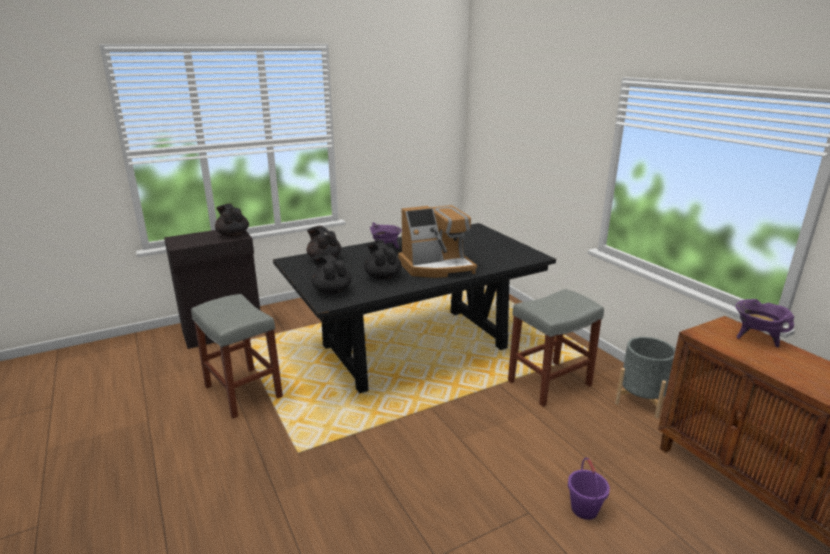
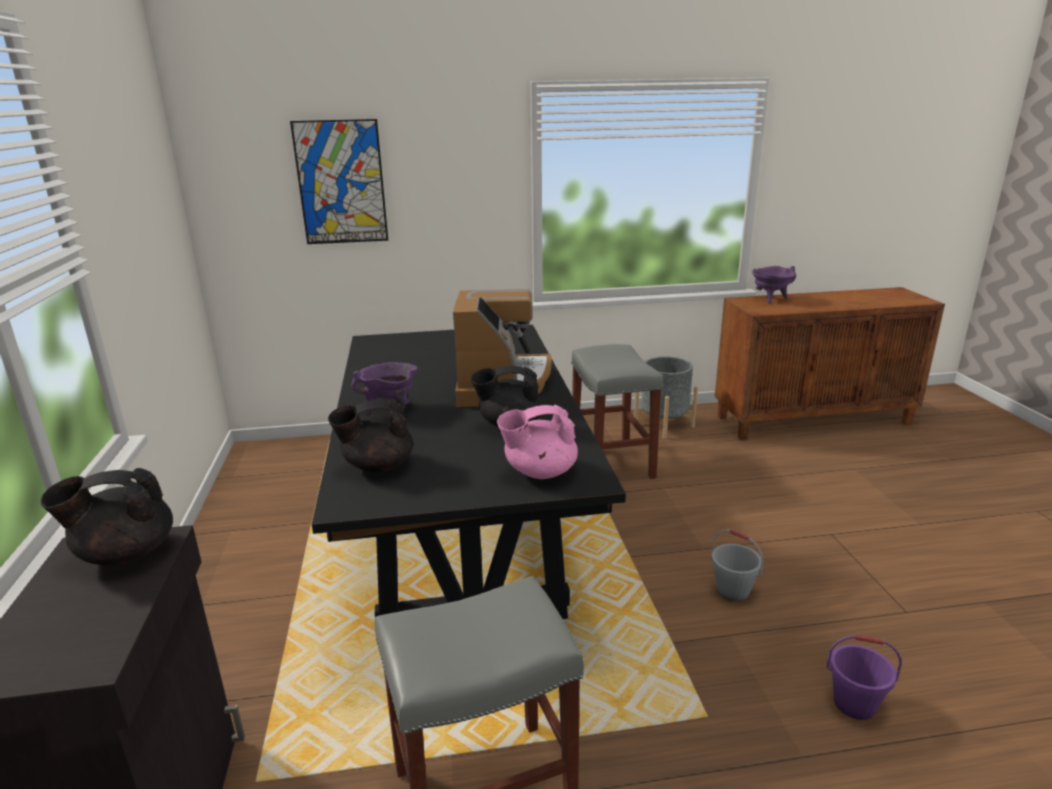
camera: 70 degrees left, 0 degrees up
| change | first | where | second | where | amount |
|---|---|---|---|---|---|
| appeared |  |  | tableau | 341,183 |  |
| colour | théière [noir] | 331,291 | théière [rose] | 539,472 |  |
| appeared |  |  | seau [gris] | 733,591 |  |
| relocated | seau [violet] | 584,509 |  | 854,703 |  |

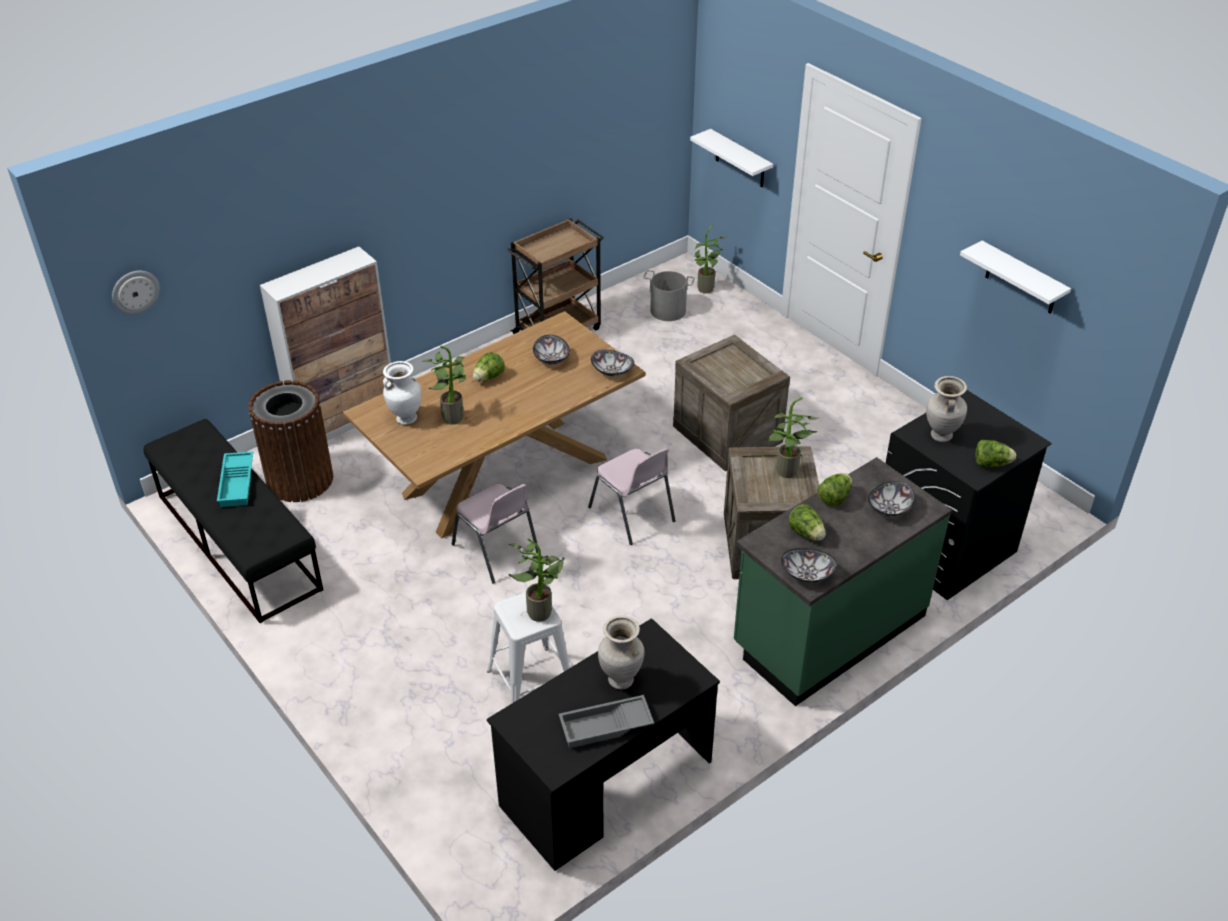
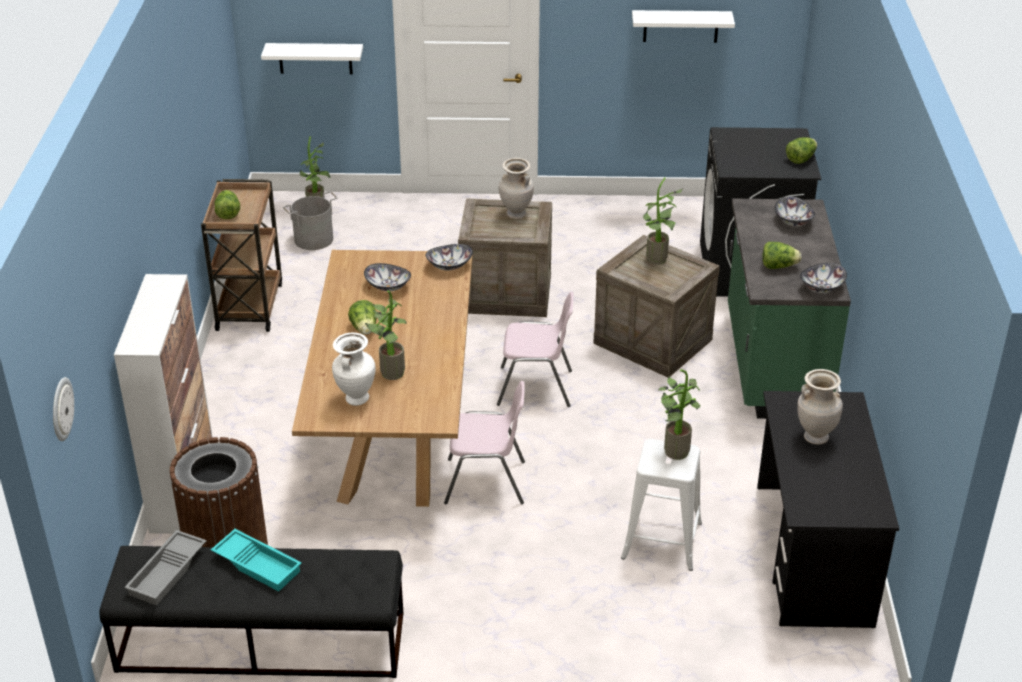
camera: 50 degrees left, 5 degrees down
| change | first | where | second | where | amount |
|---|---|---|---|---|---|
| relocated | plateau [gris] | 605,727 |  | 168,573 |  |
| relocated | laitue | 834,498 |  | 228,213 |  |
| relocated | vase [beige] | 940,436 |  | 515,215 |  |

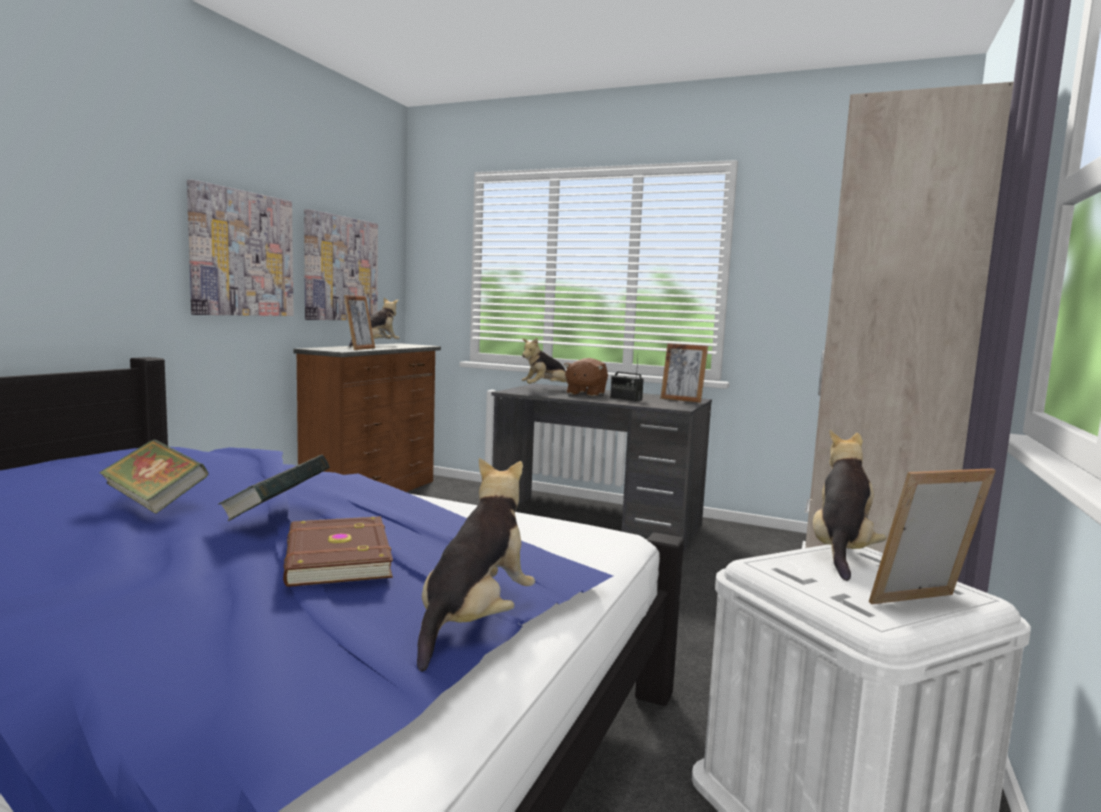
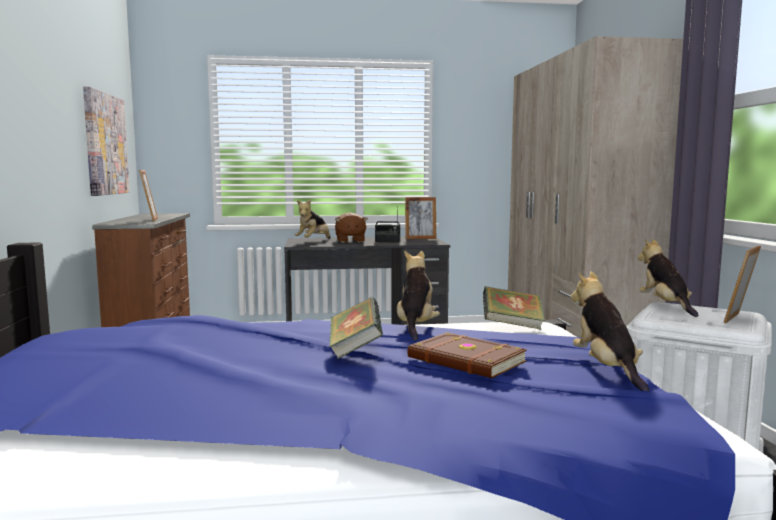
camera: 30 degrees left, 0 degrees up
| change | first | where | second | where | amount |
|---|---|---|---|---|---|
| relocated | peluche | 376,345 |  | 416,326 |  |
| relocated | livre | 155,502 |  | 512,326 |  |
| missing | tableau | 242,254 |  |  |  |

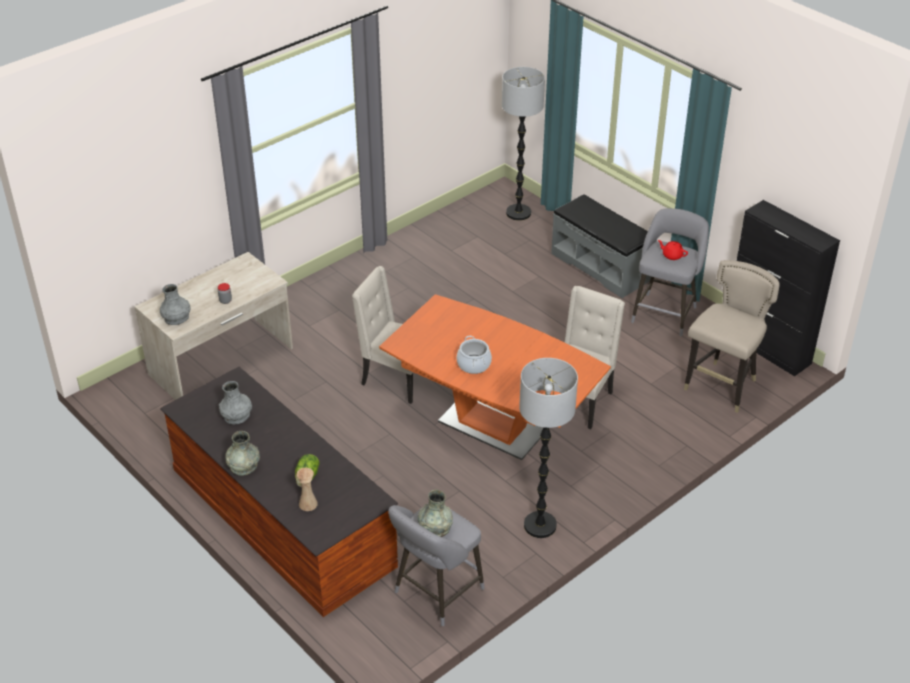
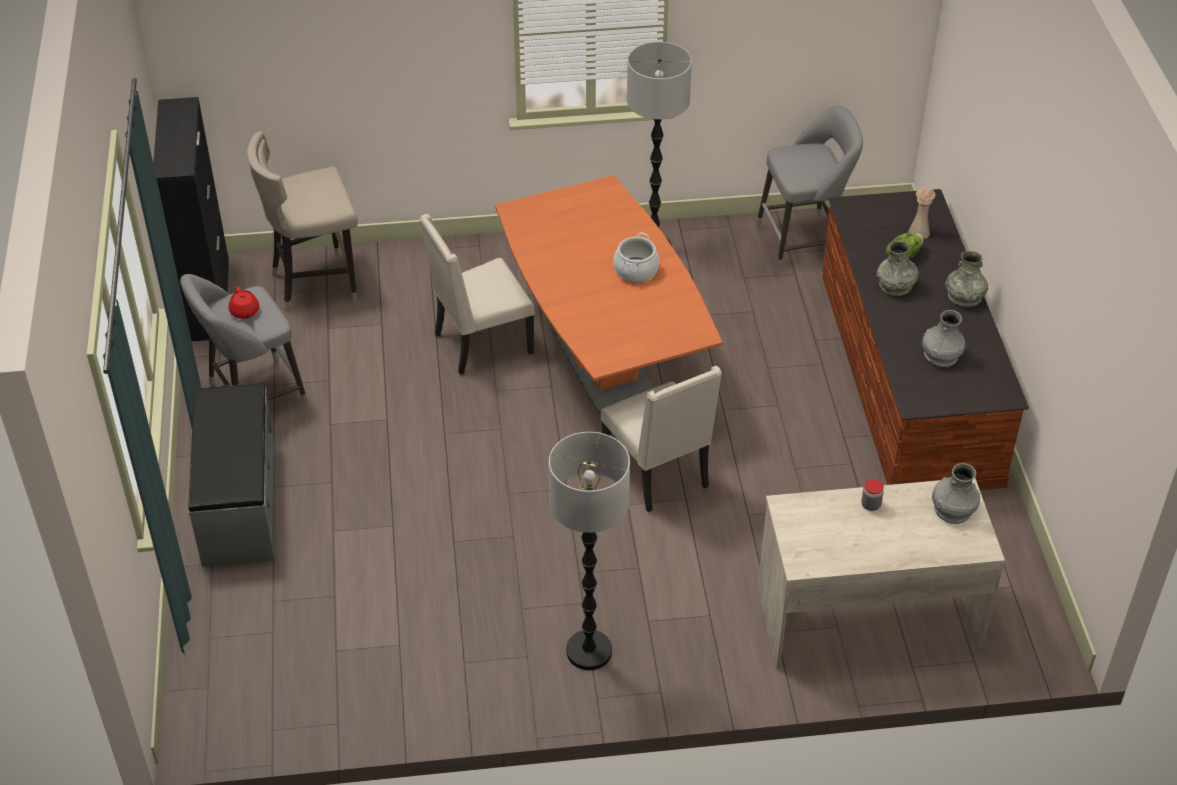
camera: 145 degrees left, 5 degrees up
| change | first | where | second | where | amount |
|---|---|---|---|---|---|
| relocated | lampadaire | 518,213 |  | 589,651 |  |
| relocated | vase [gris] | 435,527 |  | 895,285 |  |

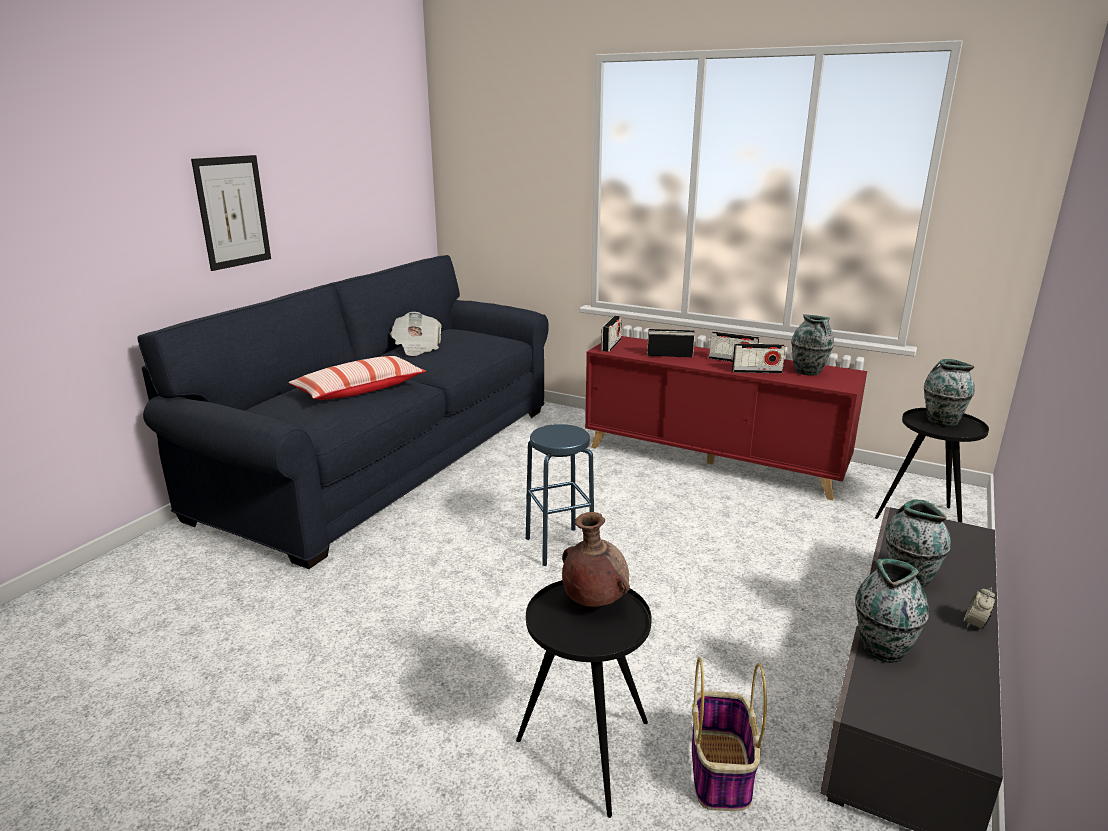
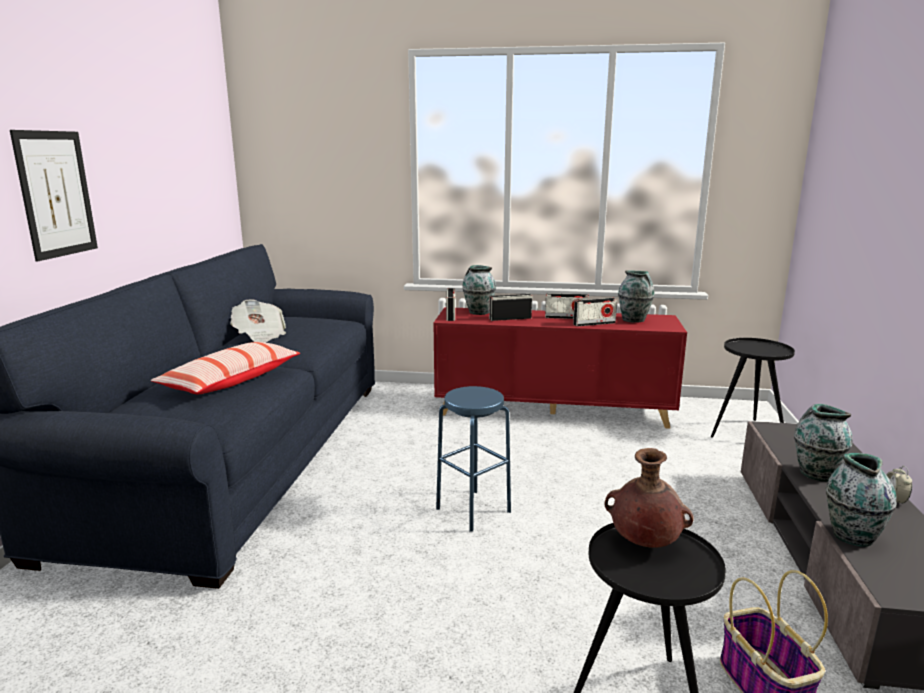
camera: 20 degrees left, 5 degrees down
| change | first | where | second | where | amount |
|---|---|---|---|---|---|
| relocated | vase | 941,421 |  | 478,312 |  |

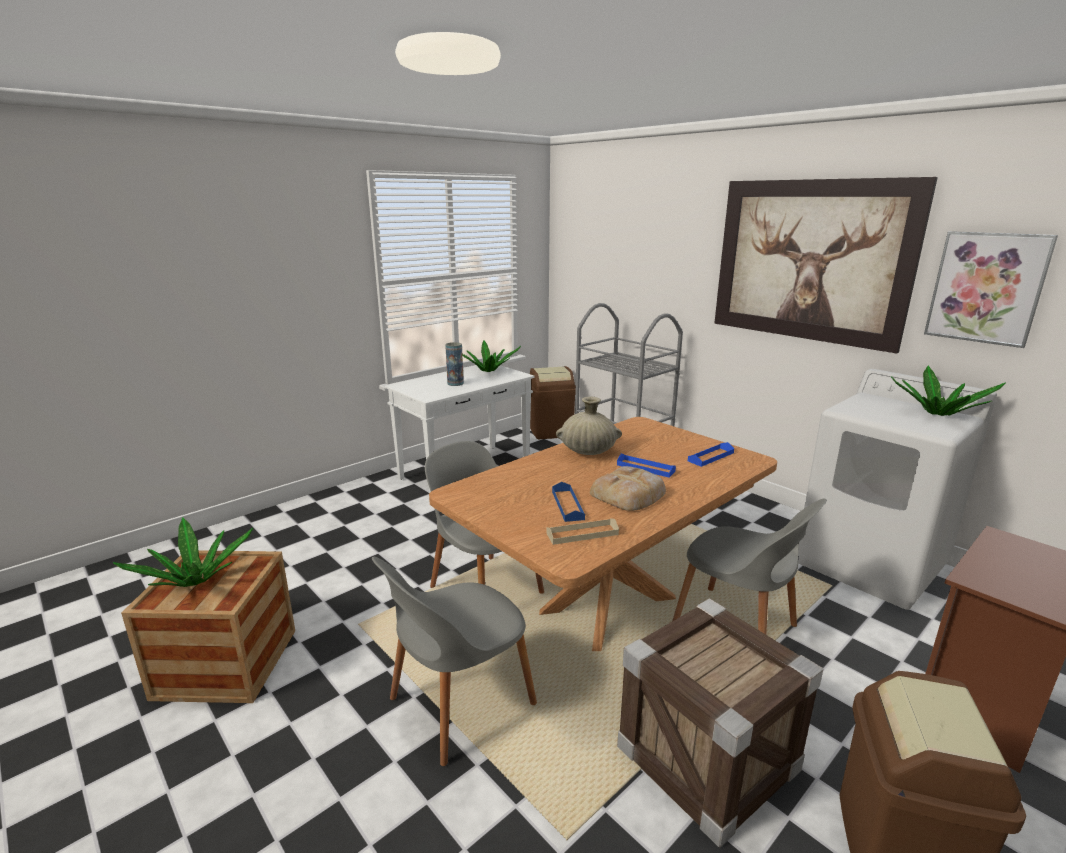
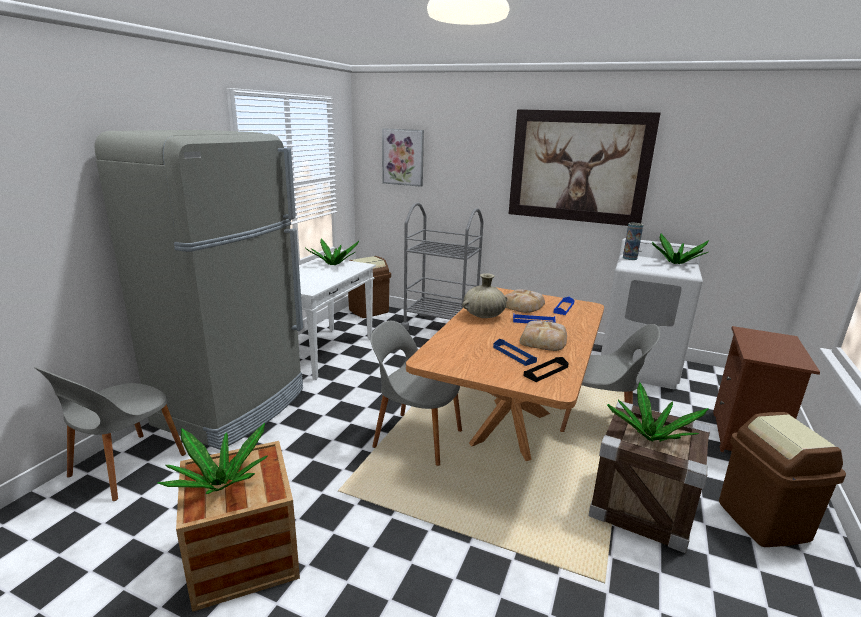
camera: 25 degrees left, 0 degrees up
| change | first | where | second | where | amount |
|---|---|---|---|---|---|
| relocated | chaise [gris] | 458,703 |  | 125,467 |  |
| appeared |  |  | réfrigérateur [gris] | 234,407 |  |
| relocated | tableau | 986,288 |  | 403,157 |  |
| appeared |  |  | pain | 522,305 |  |
| colour | plateau [beige] | 582,534 | plateau [noir] | 546,371 |  |
| appeared |  |  | plante en pot | 651,437 |  |
| relocated | vase | 455,383 |  | 630,258 |  |

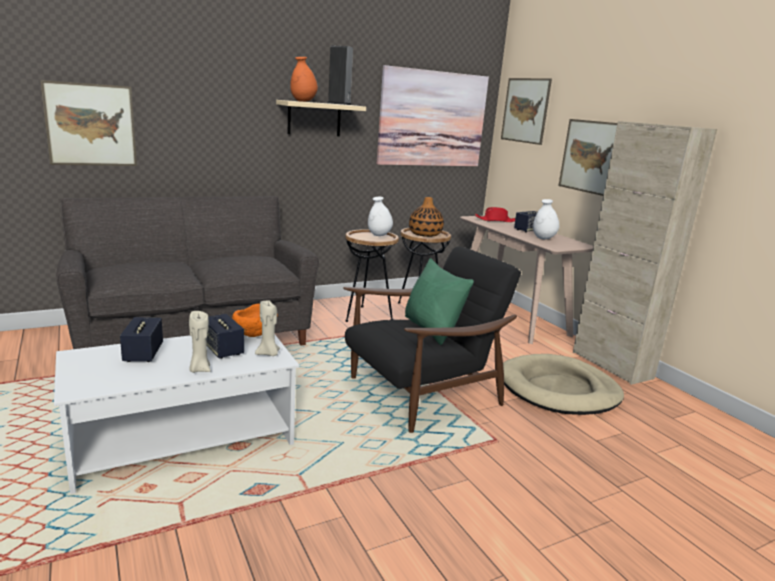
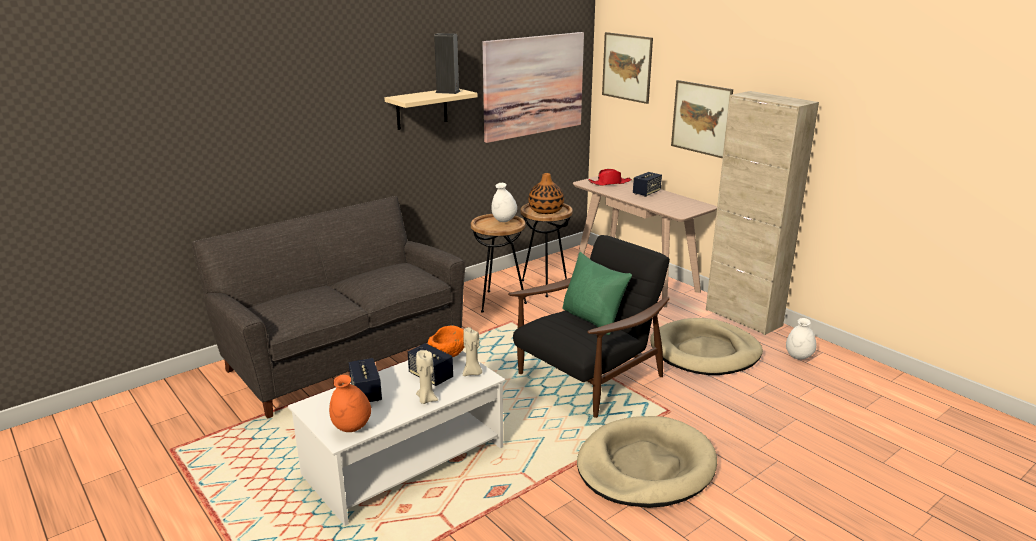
camera: 10 degrees left, 5 degrees up
| change | first | where | second | where | amount |
|---|---|---|---|---|---|
| relocated | vase [orange] | 303,101 |  | 351,428 |  |
| appeared |  |  | panier pour chien [beige] | 645,466 |  |
| relocated | vase [blanc] | 543,238 |  | 798,357 |  |
| missing | tableau | 91,125 |  |  |  |

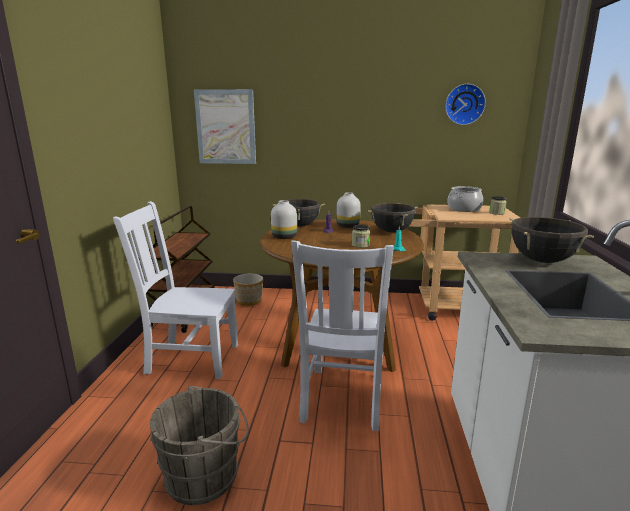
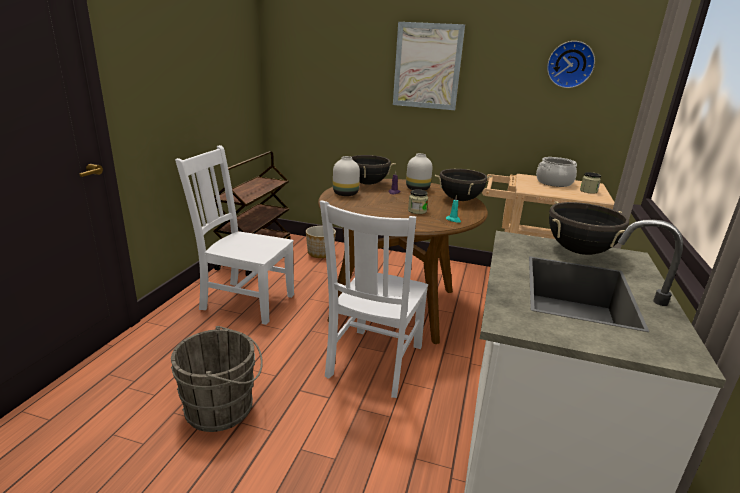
camera: 10 degrees right, 5 degrees up
| change | first | where | second | where | amount |
|---|---|---|---|---|---|
| relocated | tableau | 226,127 |  | 427,66 |  |

